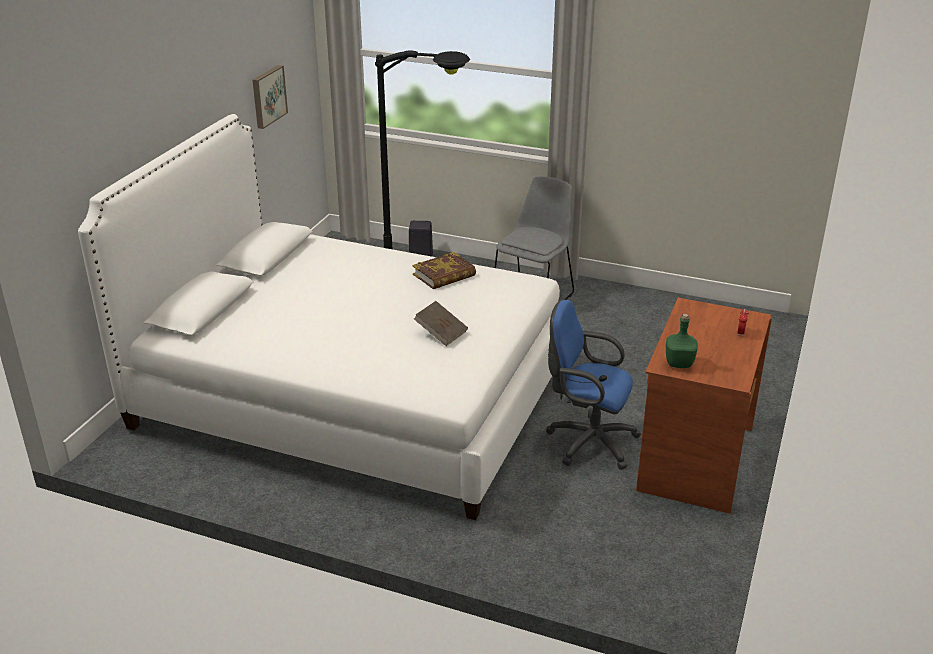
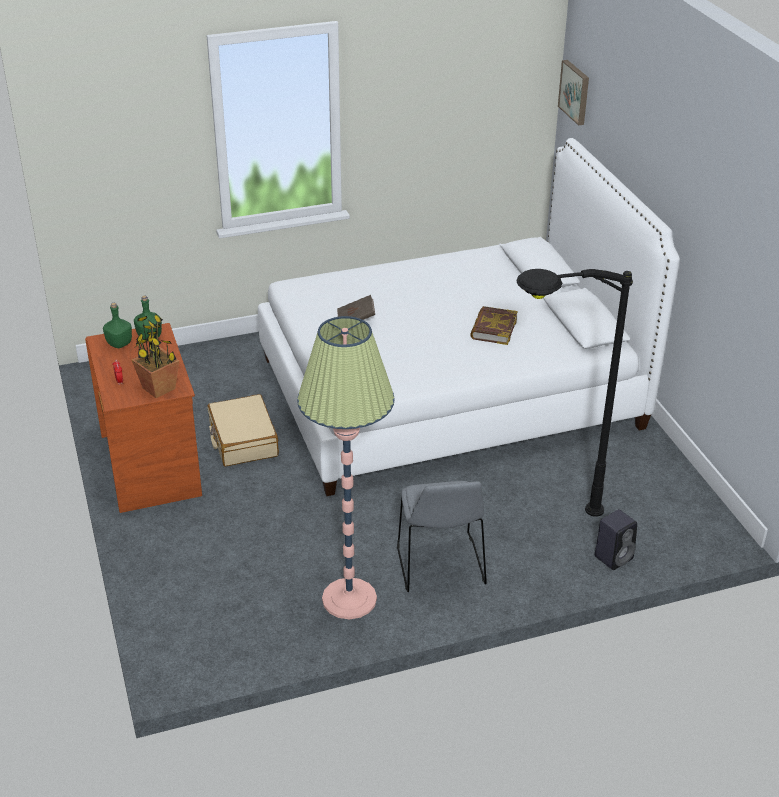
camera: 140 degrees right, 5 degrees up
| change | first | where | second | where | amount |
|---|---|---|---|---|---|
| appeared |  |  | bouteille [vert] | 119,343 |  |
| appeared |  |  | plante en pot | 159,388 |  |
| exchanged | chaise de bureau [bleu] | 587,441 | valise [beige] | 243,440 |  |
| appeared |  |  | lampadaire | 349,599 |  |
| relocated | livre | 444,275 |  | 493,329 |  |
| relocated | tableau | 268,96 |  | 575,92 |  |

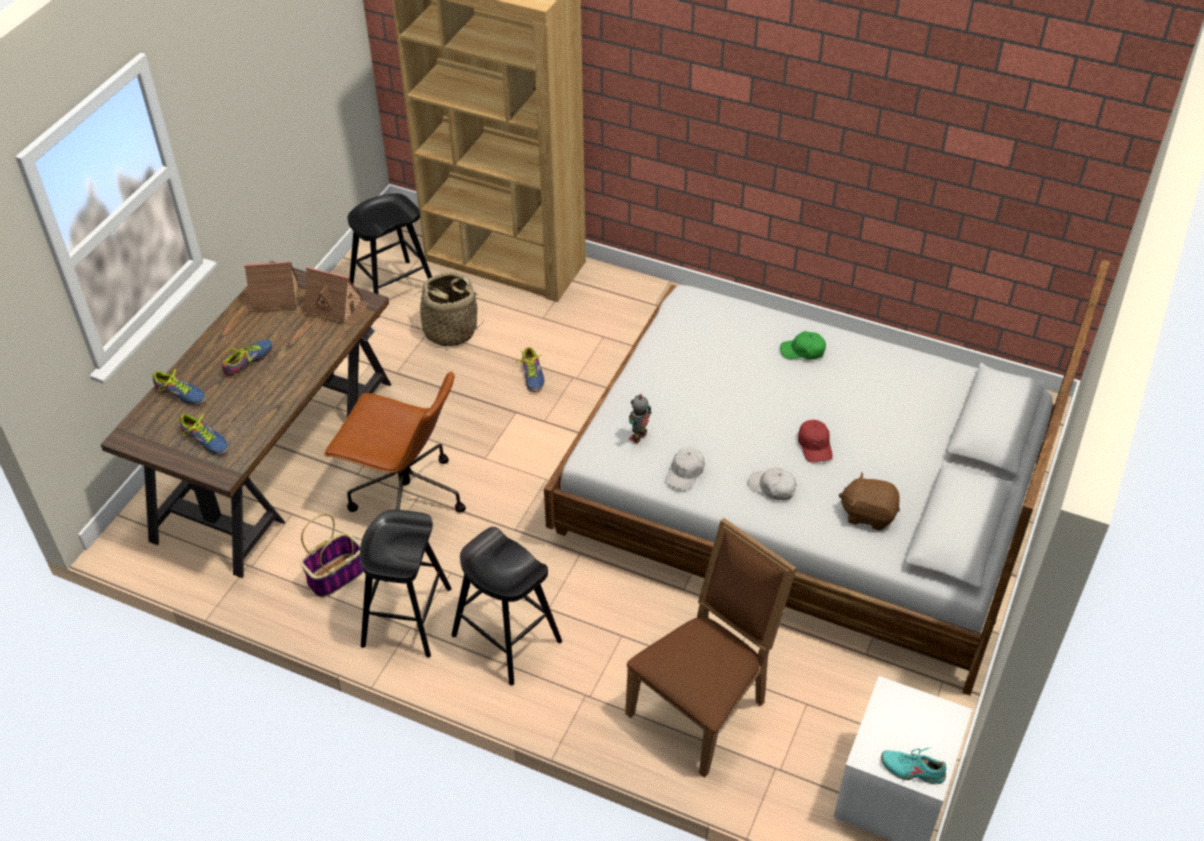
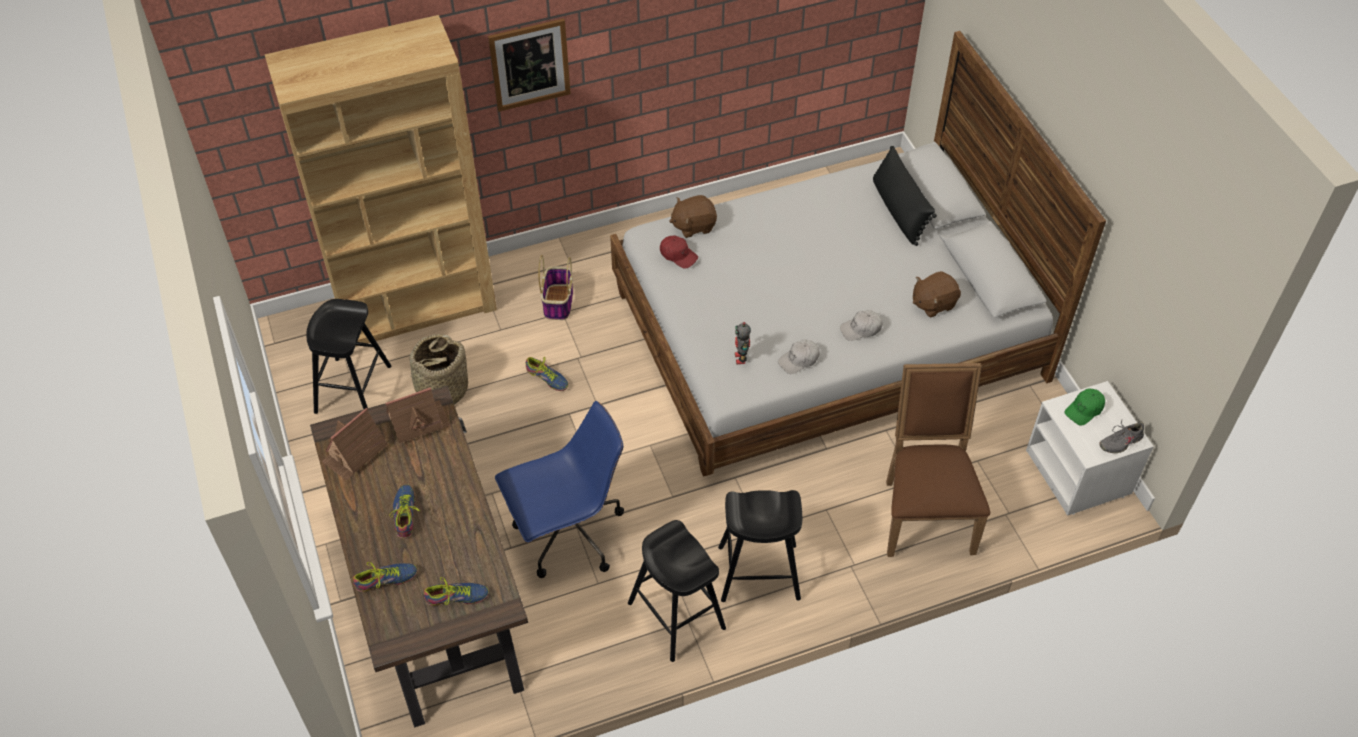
camera: 45 degrees left, 5 degrees up
| change | first | where | second | where | amount |
|---|---|---|---|---|---|
| appeared |  |  | tableau | 530,64 |  |
| colour | chaise de bureau [marron] | 405,497 | chaise de bureau [bleu] | 568,535 |  |
| relocated | panier | 336,575 |  | 558,302 |  |
| relocated | casquette [rouge] | 815,445 |  | 678,255 |  |
| appeared |  |  | peluche [marron] | 693,225 |  |
| spun | casquette [blanc] | 685,473 |  | 799,360 | 75 degrees clockwise |
| appeared |  |  | coussin [noir] | 899,210 |  |
| relocated | casquette [vert] | 802,351 |  | 1084,410 |  |
| colour | chaussure [turquoise] | 912,769 | chaussure [gris] | 1120,442 |  |

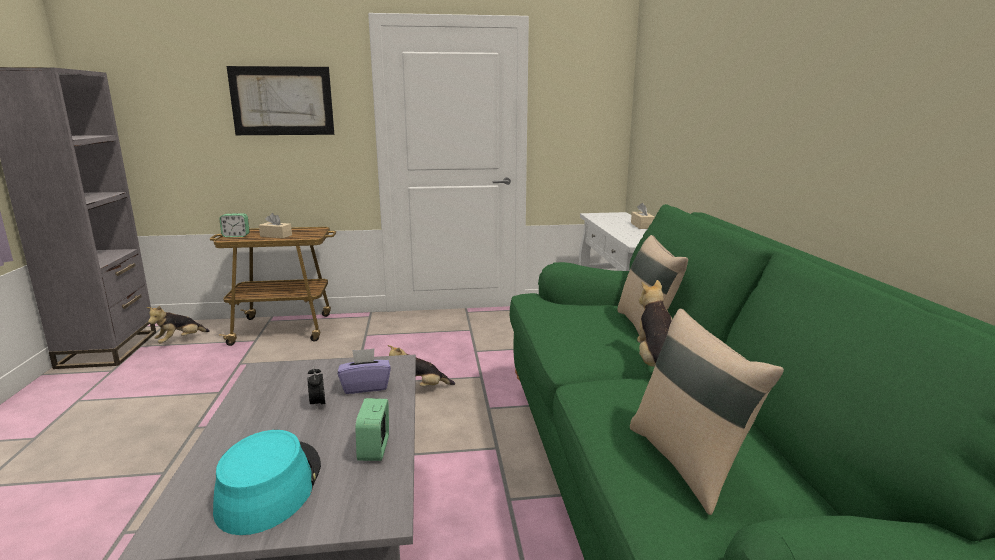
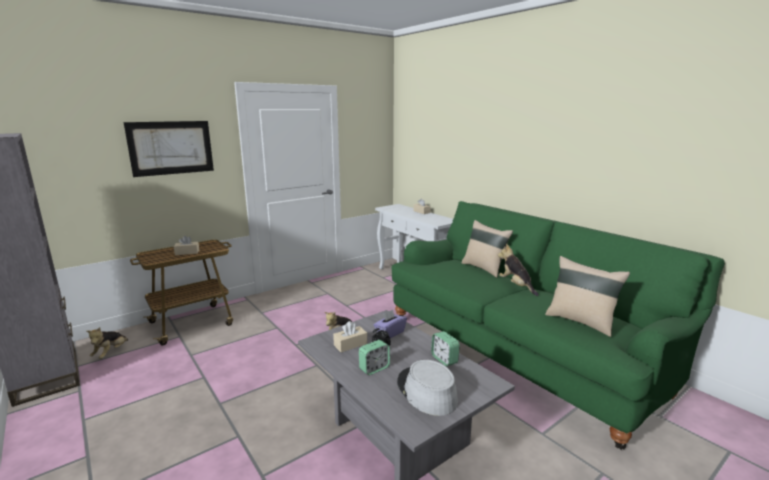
camera: 30 degrees left, 0 degrees up
| change | first | where | second | where | amount |
|---|---|---|---|---|---|
| appeared |  |  | boîte à mouchoirs [beige] | 350,344 |  |
| relocated | réveil | 236,236 |  | 374,368 |  |
| colour | chapeau [turquoise] | 269,487 | chapeau [gris] | 426,391 |  |

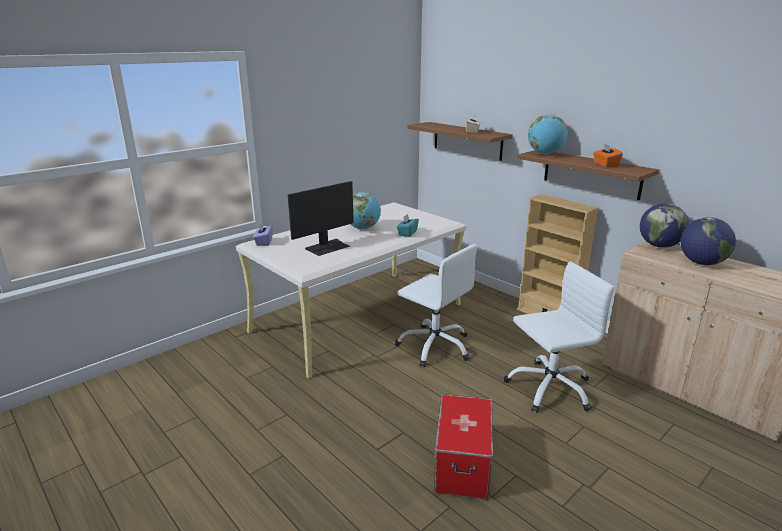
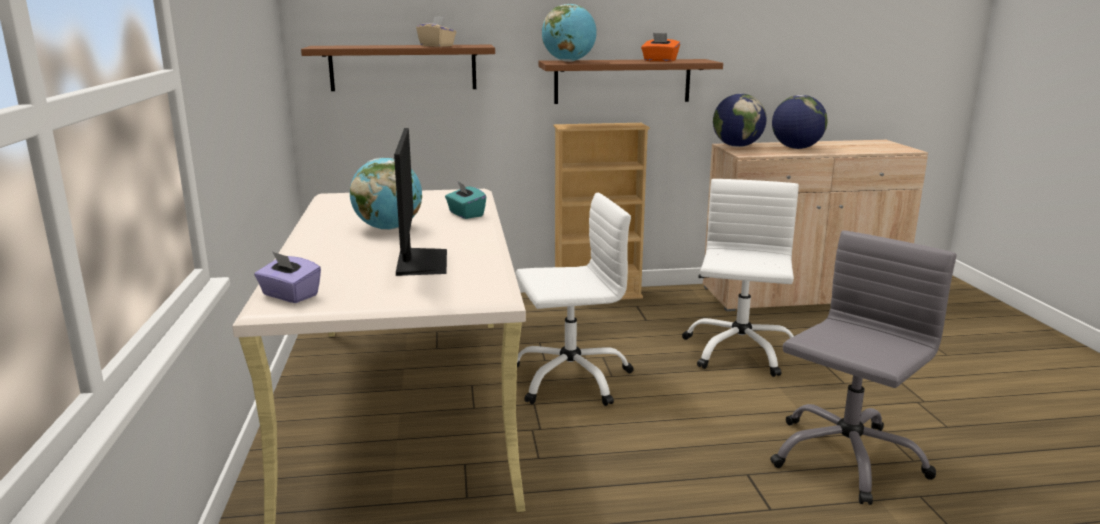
camera: 55 degrees left, 5 degrees down
| change | first | where | second | where | amount |
|---|---|---|---|---|---|
| exchanged | boîte de rangement | 462,465 | chaise de bureau [gris] | 845,457 |  |

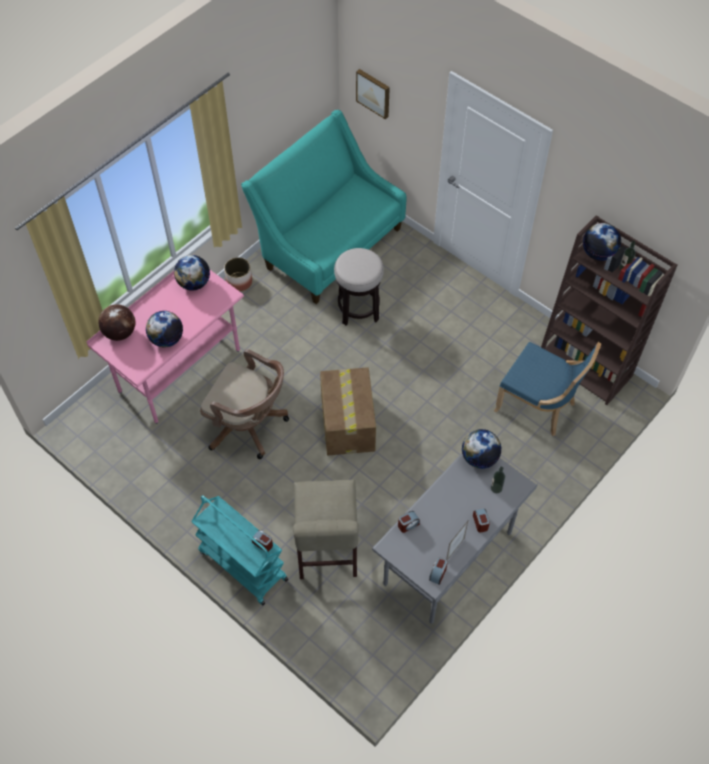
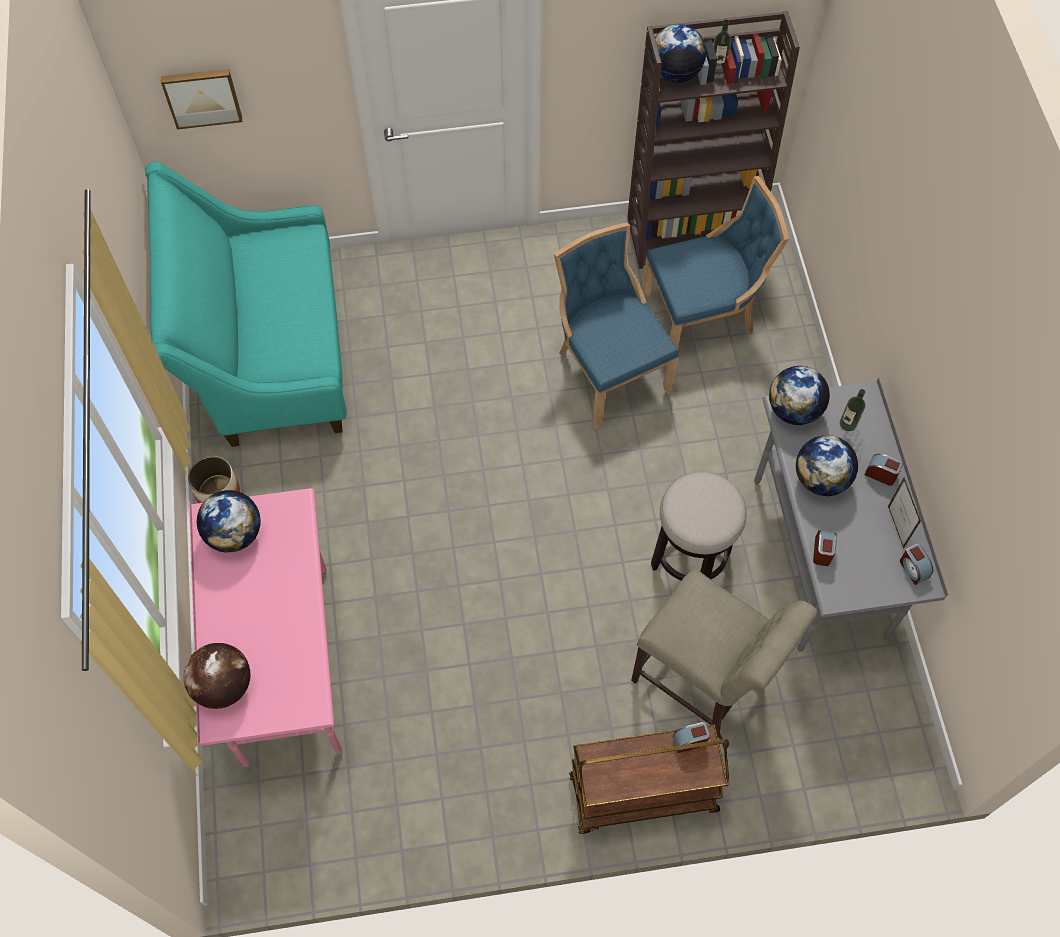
camera: 50 degrees left, 5 degrees up
| change | first | where | second | where | amount |
|---|---|---|---|---|---|
| appeared |  |  | chaise [bleu] | 608,371 |  |
| colour | chariot [turquoise] | 242,565 | chariot [marron] | 642,795 |  |
| relocated | tabouret | 358,309 |  | 690,559 |  |
| relocated | globe | 166,339 |  | 820,479 |  |
| missing | chaise de bureau [marron] | 249,426 |  |  |  |
| missing | carton | 347,422 |  |  |  |

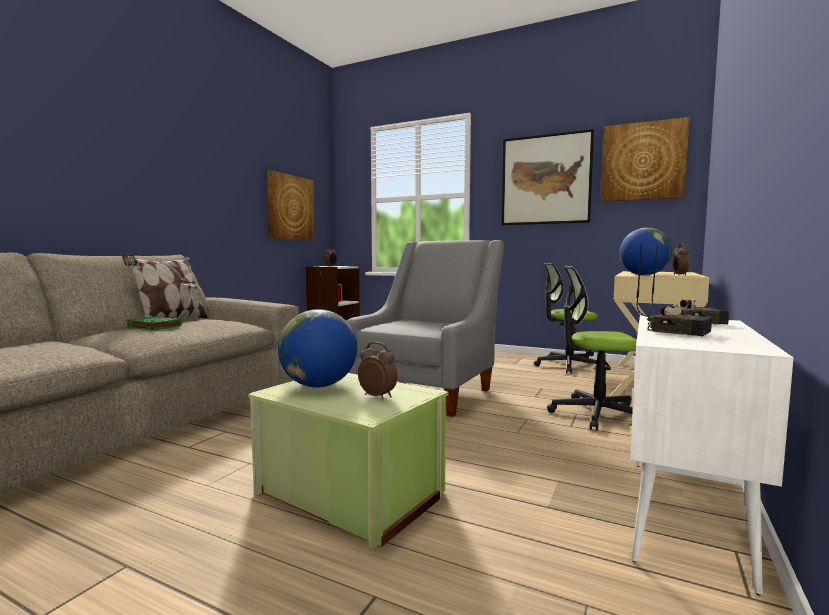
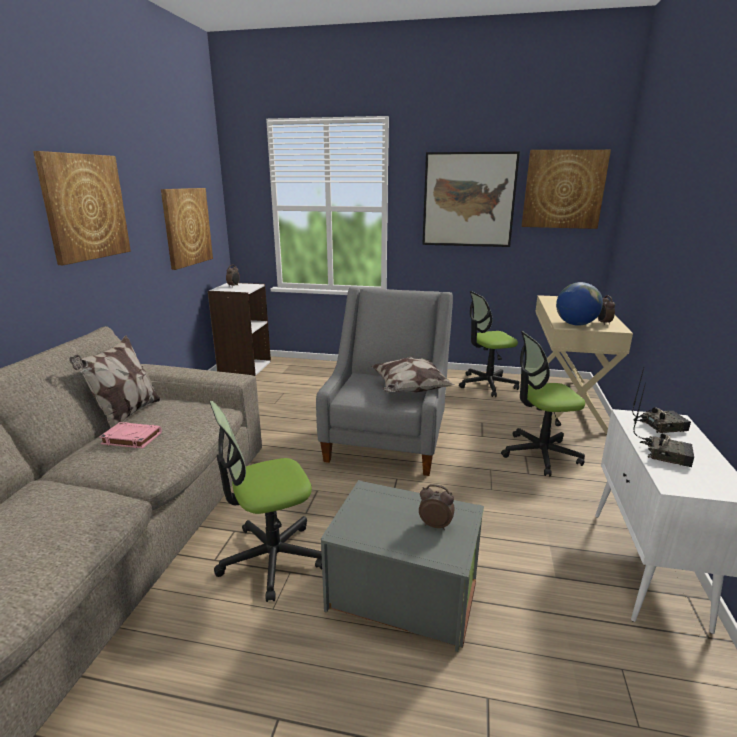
camera: 15 degrees left, 15 degrees up
| change | first | where | second | where | amount |
|---|---|---|---|---|---|
| appeared |  |  | tableau | 85,207 |  |
| colour | livre [vert] | 153,327 | livre [rose] | 131,438 |  |
| appeared |  |  | chaise de bureau | 271,558 |  |
| colour | boîte de rangement [vert] | 349,494 | boîte de rangement [gris] | 403,594 |  |
| appeared |  |  | coussin | 409,390 |  |
| missing | globe | 319,385 |  |  |  |

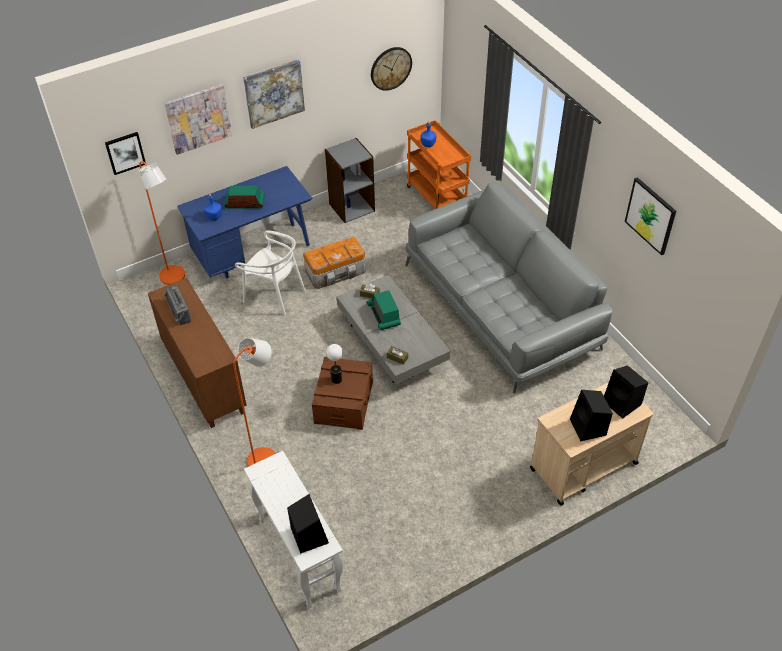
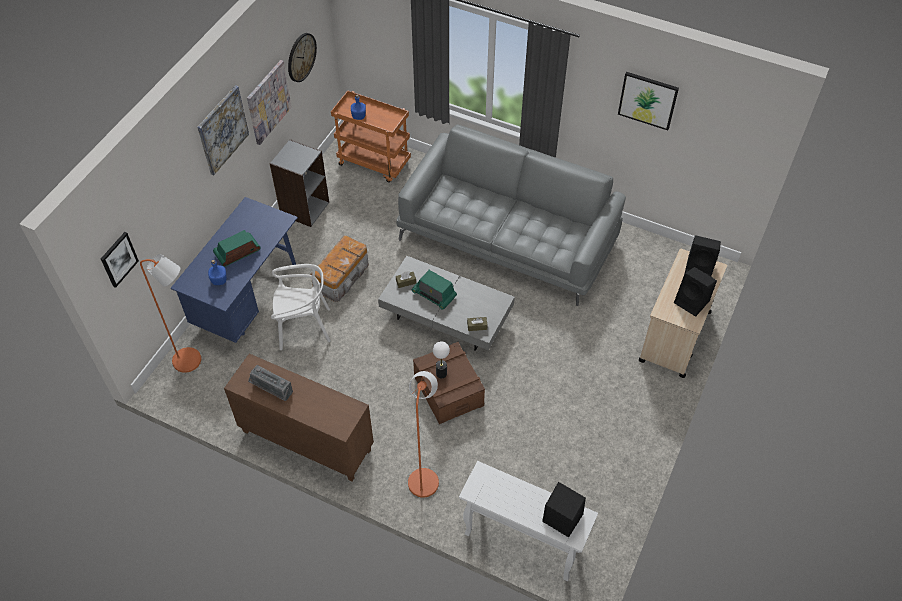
camera: 35 degrees left, 5 degrees up
| change | first | where | second | where | amount |
|---|---|---|---|---|---|
| relocated | tableau | 198,118 |  | 268,102 |  |

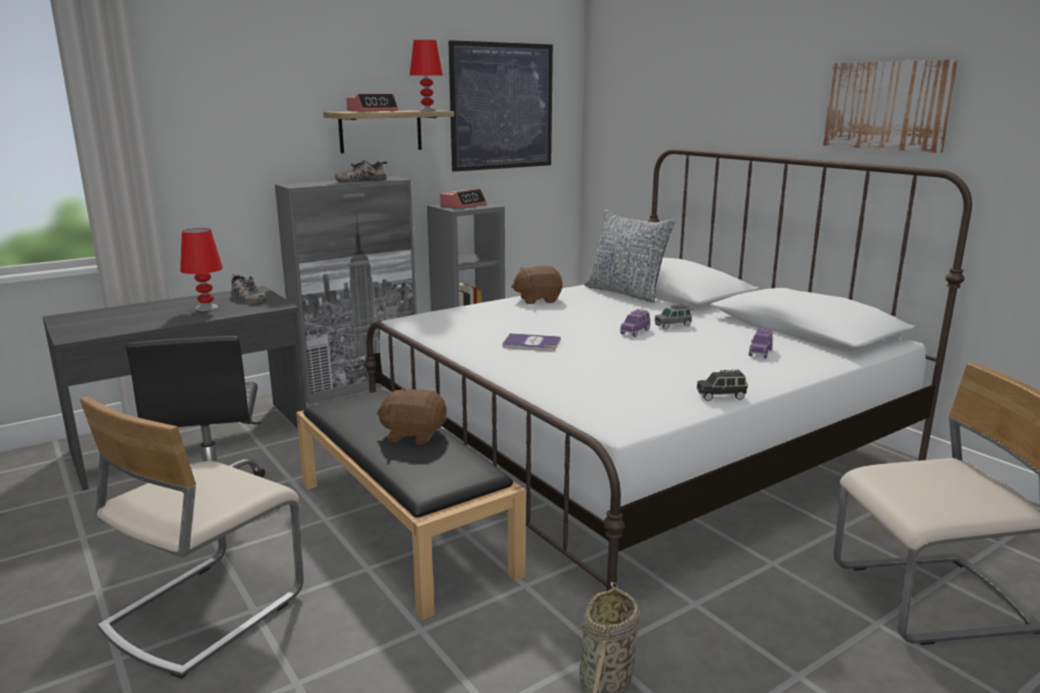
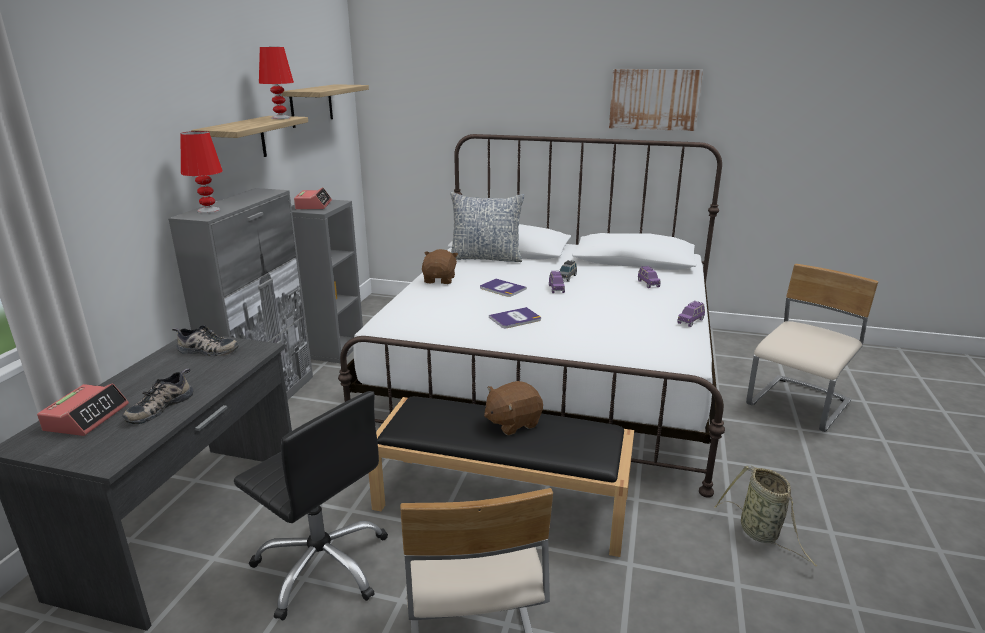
camera: 40 degrees left, 5 degrees up
| change | first | where | second | where | amount |
|---|---|---|---|---|---|
| relocated | réveil | 372,111 |  | 87,417 |  |
| relocated | chaussure | 361,180 |  | 160,406 |  |
| relocated | lampe de table [rouge] | 206,308 |  | 209,210 |  |
| exchanged | tableau | 502,106 | étagère | 311,105 |  |
| spun | peluche [marron] | 537,300 |  | 440,280 | 150 degrees clockwise |
| appeared |  |  | livre | 502,288 |  |
| colour | petite voiture [noir] | 721,396 | petite voiture [violet] | 690,321 |  |

